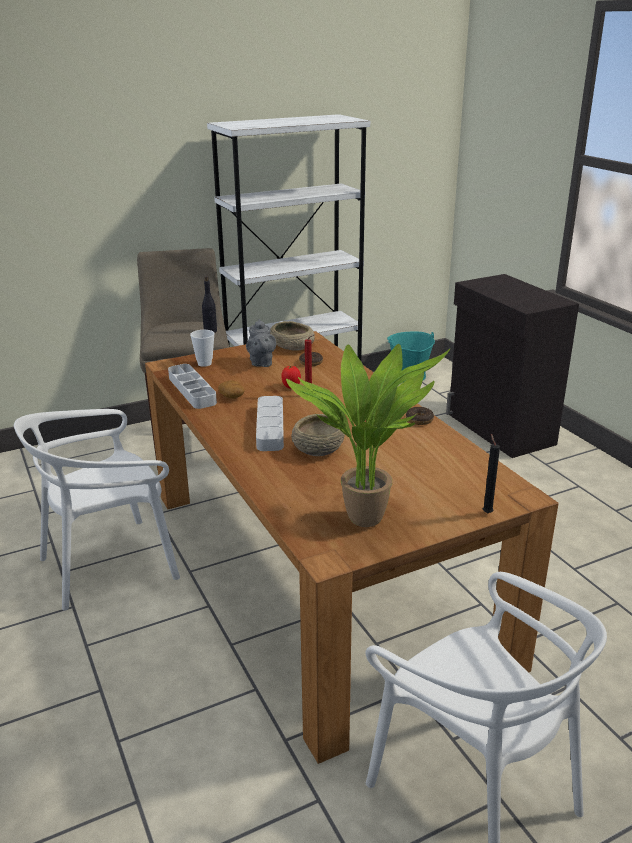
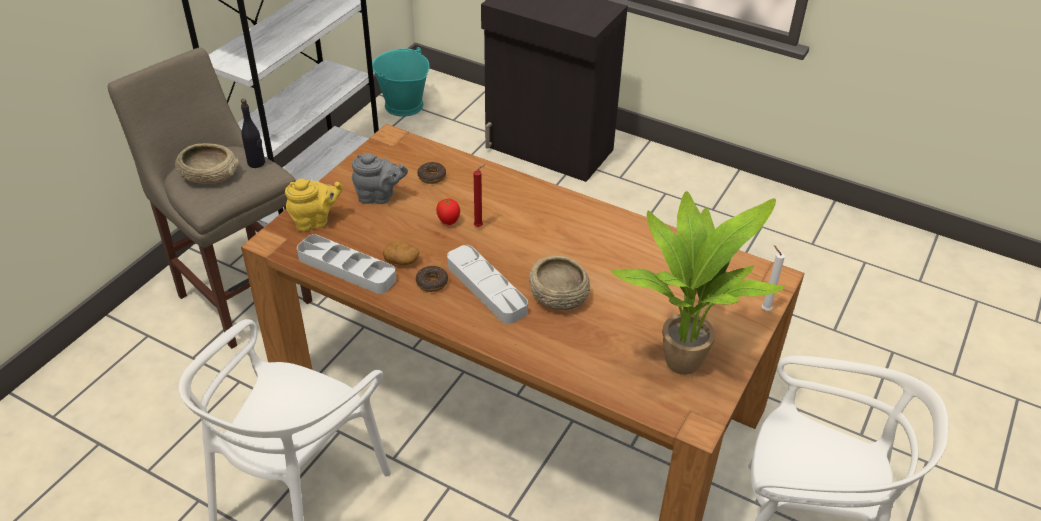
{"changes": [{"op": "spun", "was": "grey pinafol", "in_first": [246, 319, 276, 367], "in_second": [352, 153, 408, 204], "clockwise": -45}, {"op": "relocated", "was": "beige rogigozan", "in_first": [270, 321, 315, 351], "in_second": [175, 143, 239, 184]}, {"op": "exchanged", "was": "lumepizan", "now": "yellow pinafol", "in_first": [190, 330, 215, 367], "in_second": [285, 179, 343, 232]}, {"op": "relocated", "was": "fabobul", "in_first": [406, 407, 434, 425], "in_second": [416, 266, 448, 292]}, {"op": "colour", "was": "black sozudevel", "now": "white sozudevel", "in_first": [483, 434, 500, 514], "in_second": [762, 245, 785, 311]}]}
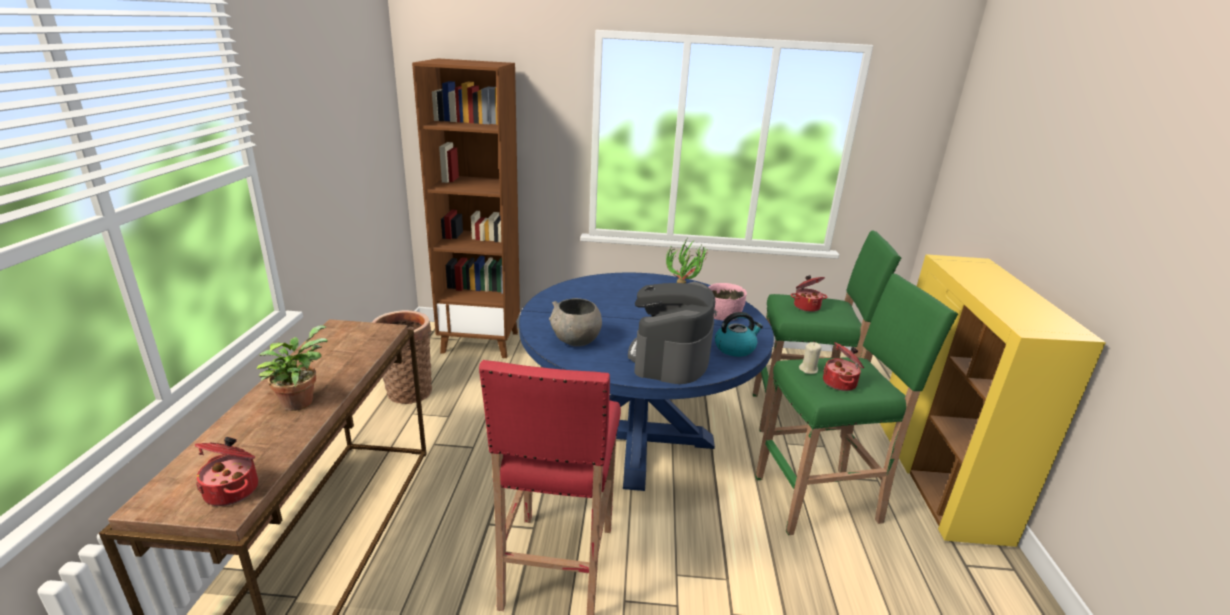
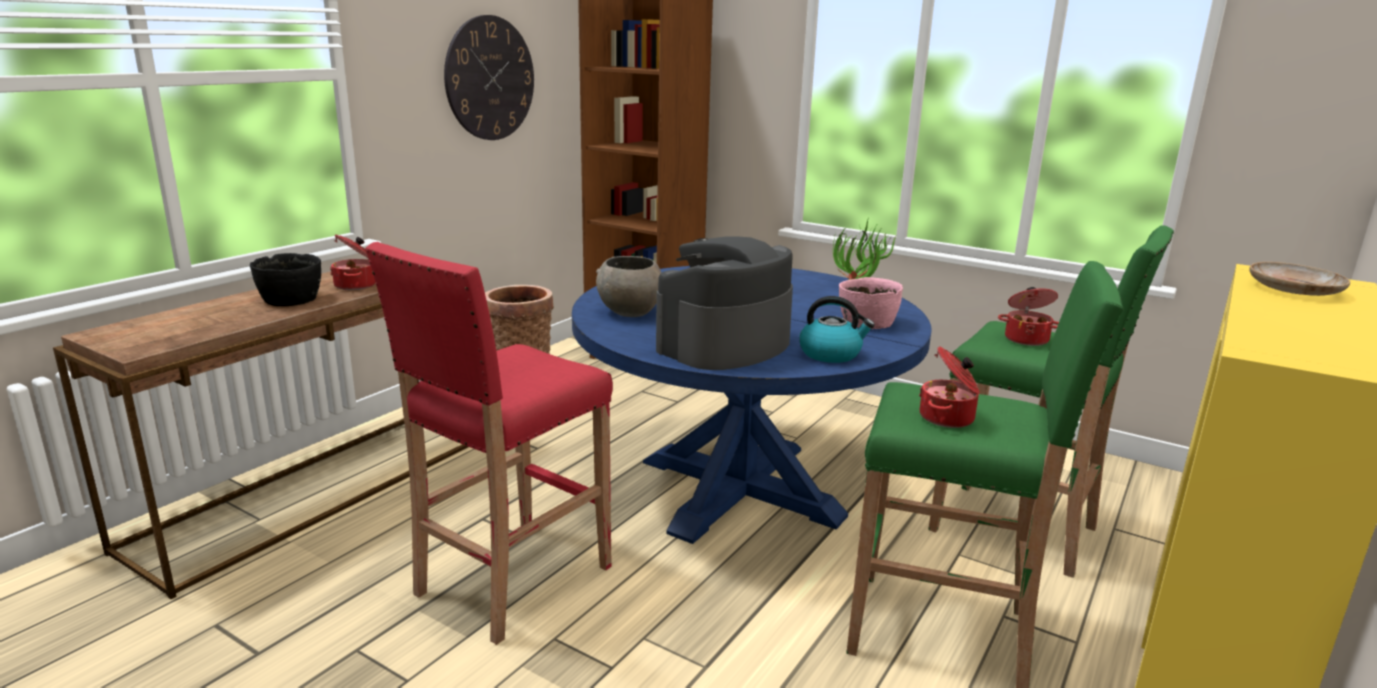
{"changes": [{"op": "exchanged", "was": "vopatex", "now": "black rogigozan", "in_first": [257, 325, 328, 411], "in_second": [250, 253, 321, 306]}, {"op": "missing", "was": "beige sozudevel", "in_first": [799, 342, 821, 374]}, {"op": "relocated", "was": "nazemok", "in_first": [195, 437, 258, 506], "in_second": [330, 234, 376, 290]}, {"op": "appeared", "now": "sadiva", "in_second": [444, 15, 534, 140]}, {"op": "appeared", "now": "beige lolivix", "in_second": [1249, 262, 1350, 296]}]}
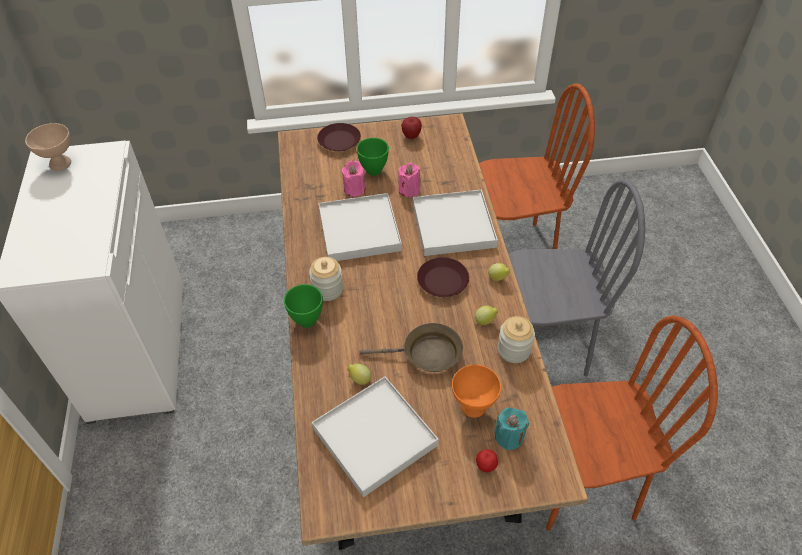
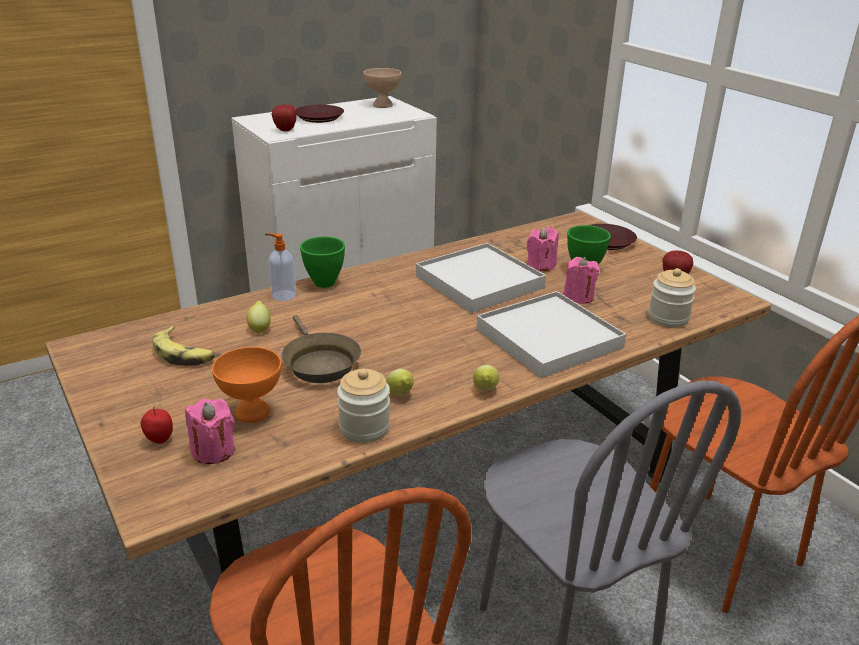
{"changes": [{"op": "relocated", "was": "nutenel", "in_first": [309, 257, 343, 301], "in_second": [648, 268, 696, 328]}, {"op": "relocated", "was": "brown lolivix", "in_first": [417, 257, 469, 297], "in_second": [296, 105, 344, 123]}, {"op": "exchanged", "was": "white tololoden", "now": "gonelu", "in_first": [312, 376, 439, 497], "in_second": [152, 326, 215, 366]}, {"op": "colour", "was": "turquoise sozudevel", "now": "pink sozudevel", "in_first": [494, 408, 529, 450], "in_second": [185, 399, 235, 464]}, {"op": "appeared", "now": "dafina", "in_second": [272, 105, 297, 131]}, {"op": "appeared", "now": "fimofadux", "in_second": [265, 233, 296, 301]}]}
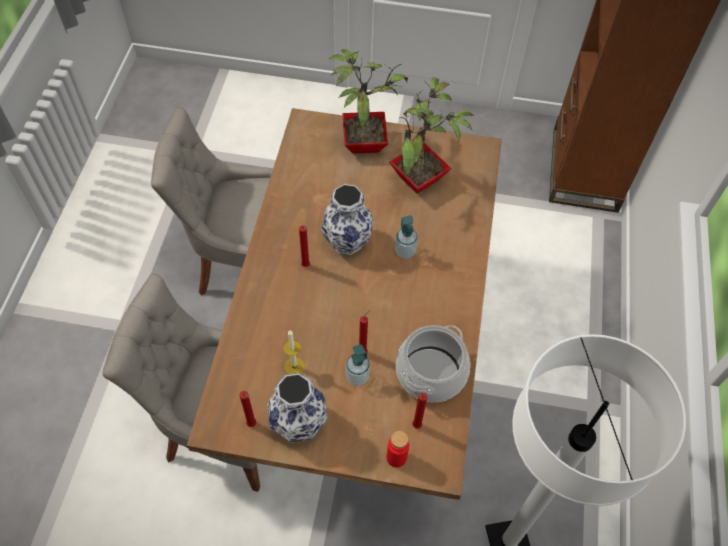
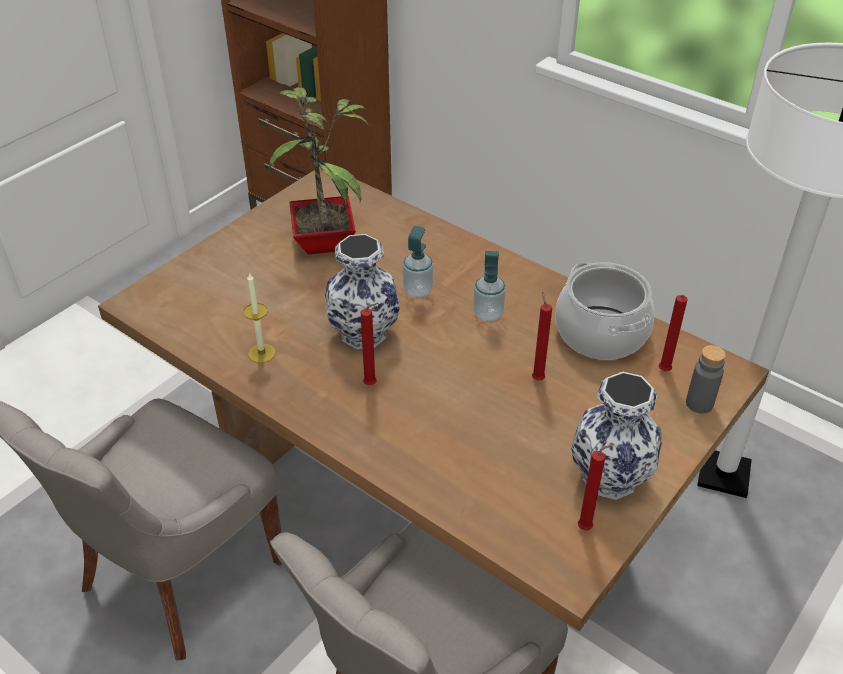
{"changes": [{"op": "missing", "was": "vopatex", "in_first": [329, 49, 408, 154]}, {"op": "relocated", "was": "sozudevel", "in_first": [283, 331, 305, 374], "in_second": [243, 272, 276, 363]}, {"op": "relocated", "was": "fimofadux", "in_first": [345, 345, 370, 386], "in_second": [473, 251, 506, 321]}, {"op": "colour", "was": "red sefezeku", "now": "grey sefezeku", "in_first": [387, 431, 409, 468], "in_second": [686, 345, 726, 413]}]}
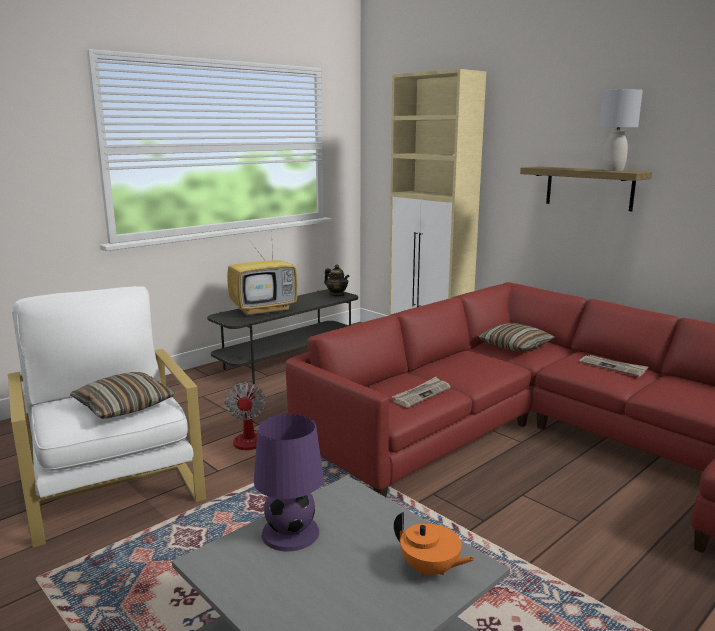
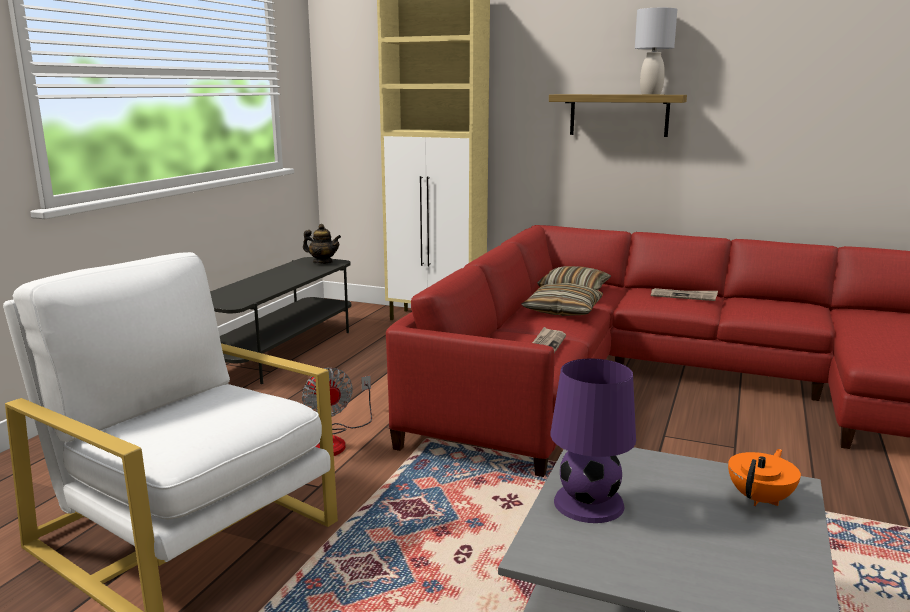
{"changes": [{"op": "missing", "was": "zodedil", "in_first": [227, 227, 298, 317]}, {"op": "relocated", "was": "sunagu", "in_first": [70, 372, 175, 419], "in_second": [521, 283, 603, 316]}, {"op": "spun", "was": "orange pinafol", "in_first": [394, 512, 475, 578], "in_second": [728, 449, 801, 506], "clockwise": -60}]}
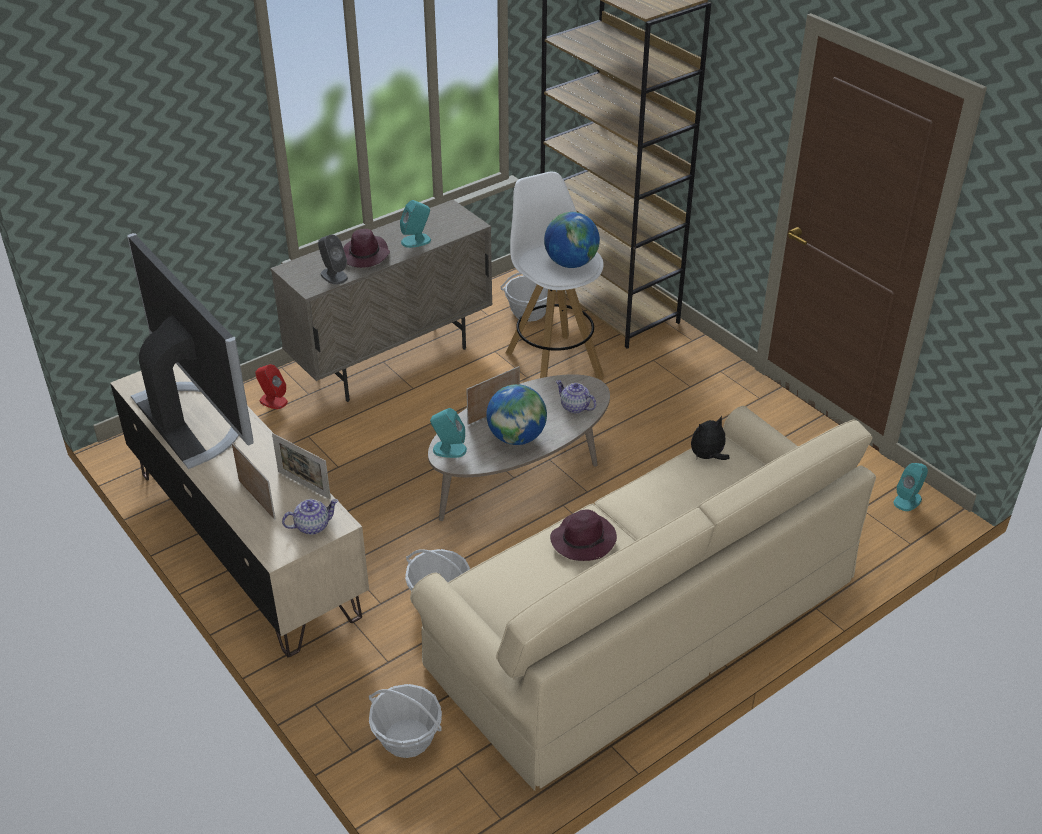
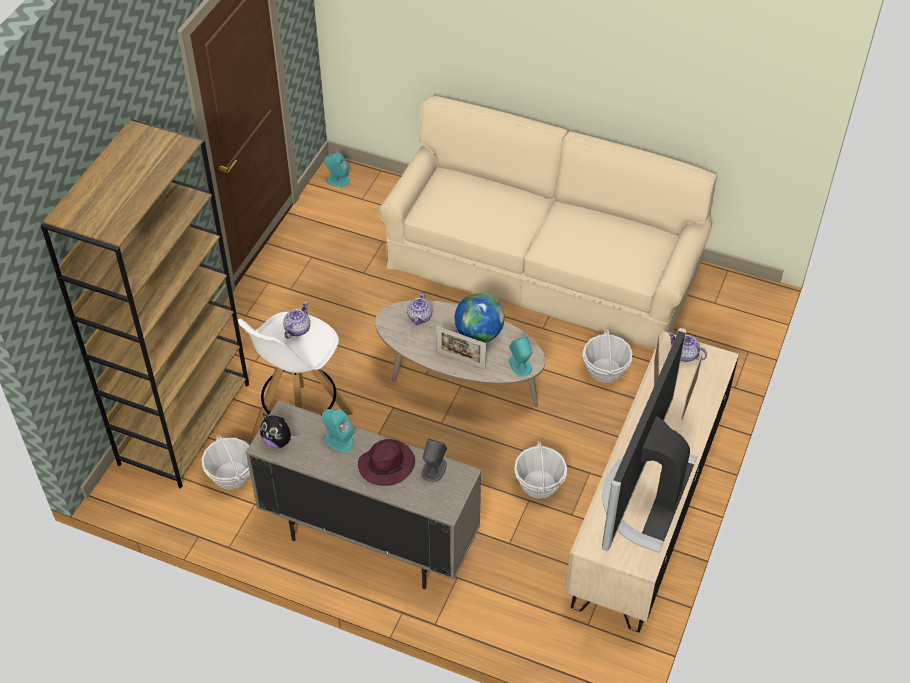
{"changes": [{"op": "exchanged", "was": "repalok", "now": "pinafol", "in_first": [544, 212, 600, 268], "in_second": [283, 302, 310, 339]}, {"op": "missing", "was": "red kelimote", "in_first": [255, 364, 288, 409]}, {"op": "relocated", "was": "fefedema", "in_first": [691, 416, 730, 460], "in_second": [260, 414, 297, 448]}, {"op": "missing", "was": "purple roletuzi", "in_first": [550, 509, 617, 561]}, {"op": "relocated", "was": "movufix", "in_first": [369, 684, 442, 758], "in_second": [514, 441, 567, 499]}]}
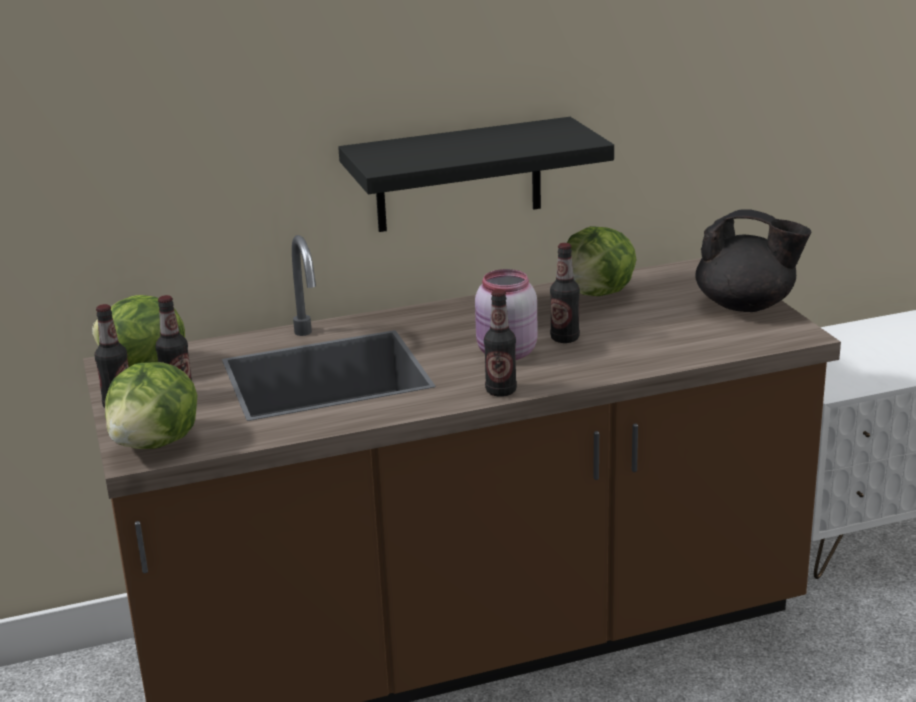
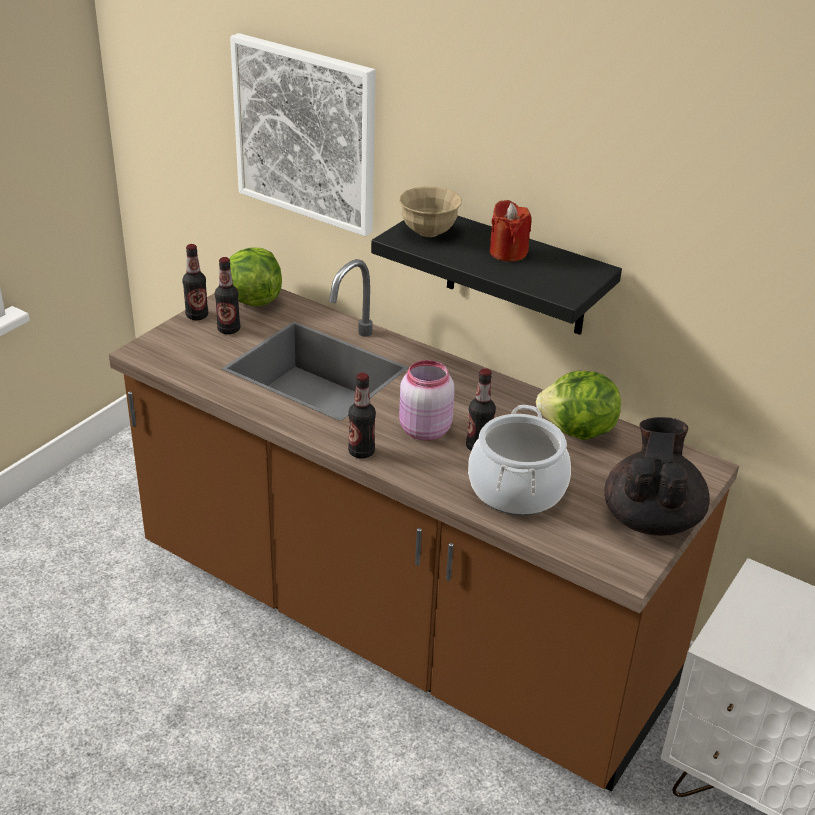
{"changes": [{"op": "spun", "was": "black pinafol", "in_first": [695, 209, 812, 312], "in_second": [604, 417, 710, 536], "clockwise": -150}, {"op": "missing", "was": "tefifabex", "in_first": [105, 362, 198, 449]}, {"op": "appeared", "now": "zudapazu", "in_second": [230, 33, 376, 236]}, {"op": "appeared", "now": "beige rogigozan", "in_second": [399, 186, 462, 237]}, {"op": "appeared", "now": "red sozudevel", "in_second": [490, 200, 532, 262]}, {"op": "appeared", "now": "nazemok", "in_second": [468, 405, 571, 515]}]}
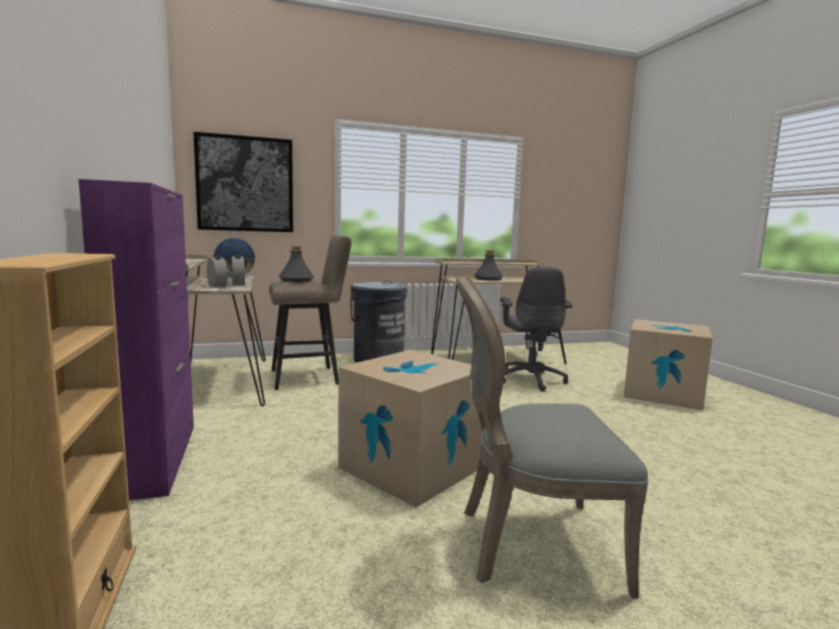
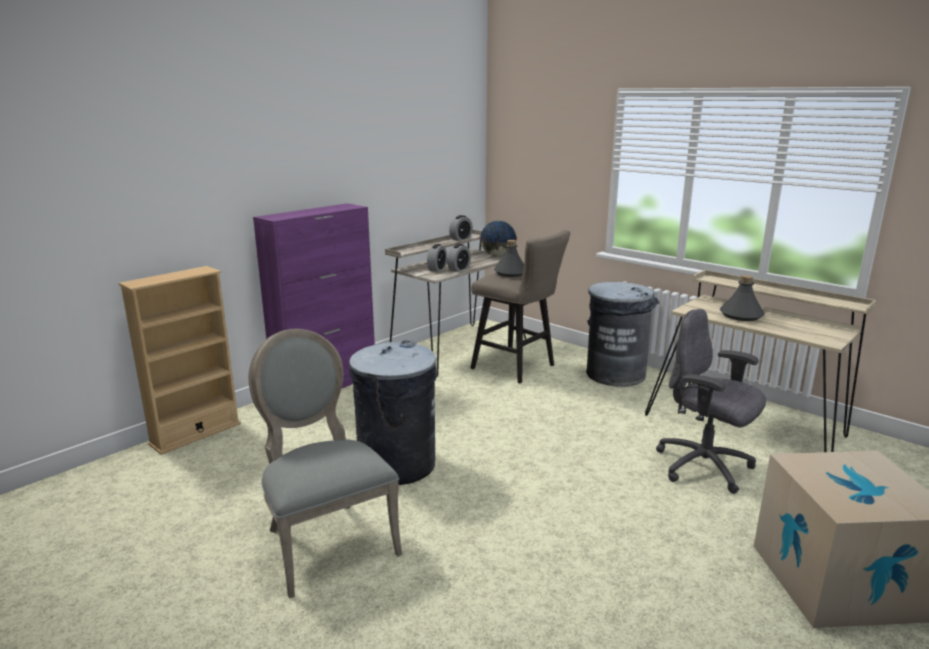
{"changes": [{"op": "missing", "was": "zudapazu", "in_first": [193, 132, 293, 232]}, {"op": "spun", "was": "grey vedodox", "in_first": [500, 267, 573, 392], "in_second": [656, 309, 766, 494], "clockwise": 75}, {"op": "exchanged", "was": "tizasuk", "now": "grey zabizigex", "in_first": [338, 350, 482, 508], "in_second": [349, 340, 436, 485]}, {"op": "appeared", "now": "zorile", "in_second": [449, 215, 473, 241]}]}
